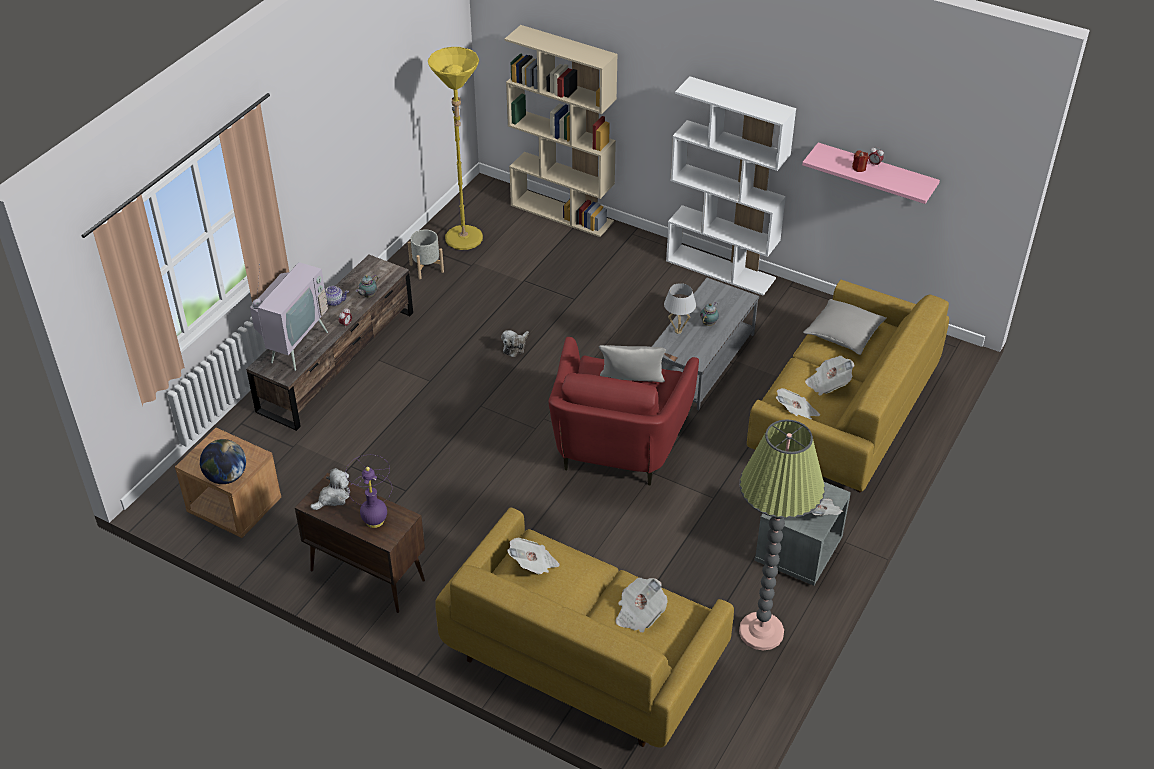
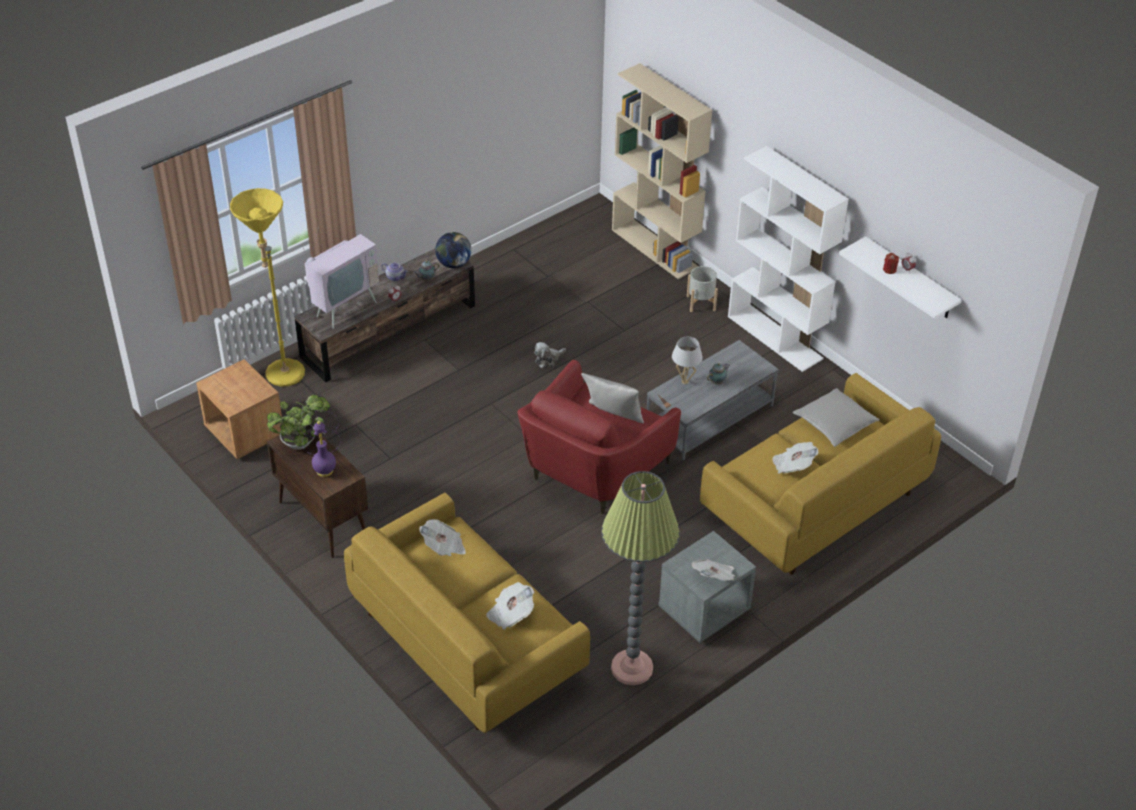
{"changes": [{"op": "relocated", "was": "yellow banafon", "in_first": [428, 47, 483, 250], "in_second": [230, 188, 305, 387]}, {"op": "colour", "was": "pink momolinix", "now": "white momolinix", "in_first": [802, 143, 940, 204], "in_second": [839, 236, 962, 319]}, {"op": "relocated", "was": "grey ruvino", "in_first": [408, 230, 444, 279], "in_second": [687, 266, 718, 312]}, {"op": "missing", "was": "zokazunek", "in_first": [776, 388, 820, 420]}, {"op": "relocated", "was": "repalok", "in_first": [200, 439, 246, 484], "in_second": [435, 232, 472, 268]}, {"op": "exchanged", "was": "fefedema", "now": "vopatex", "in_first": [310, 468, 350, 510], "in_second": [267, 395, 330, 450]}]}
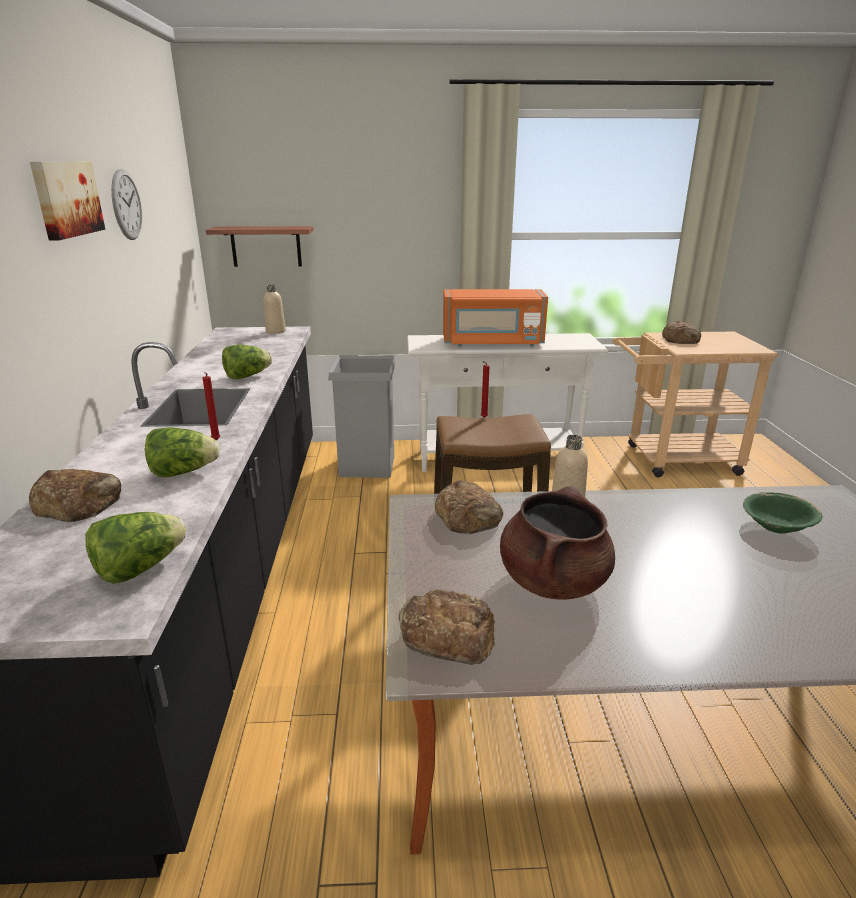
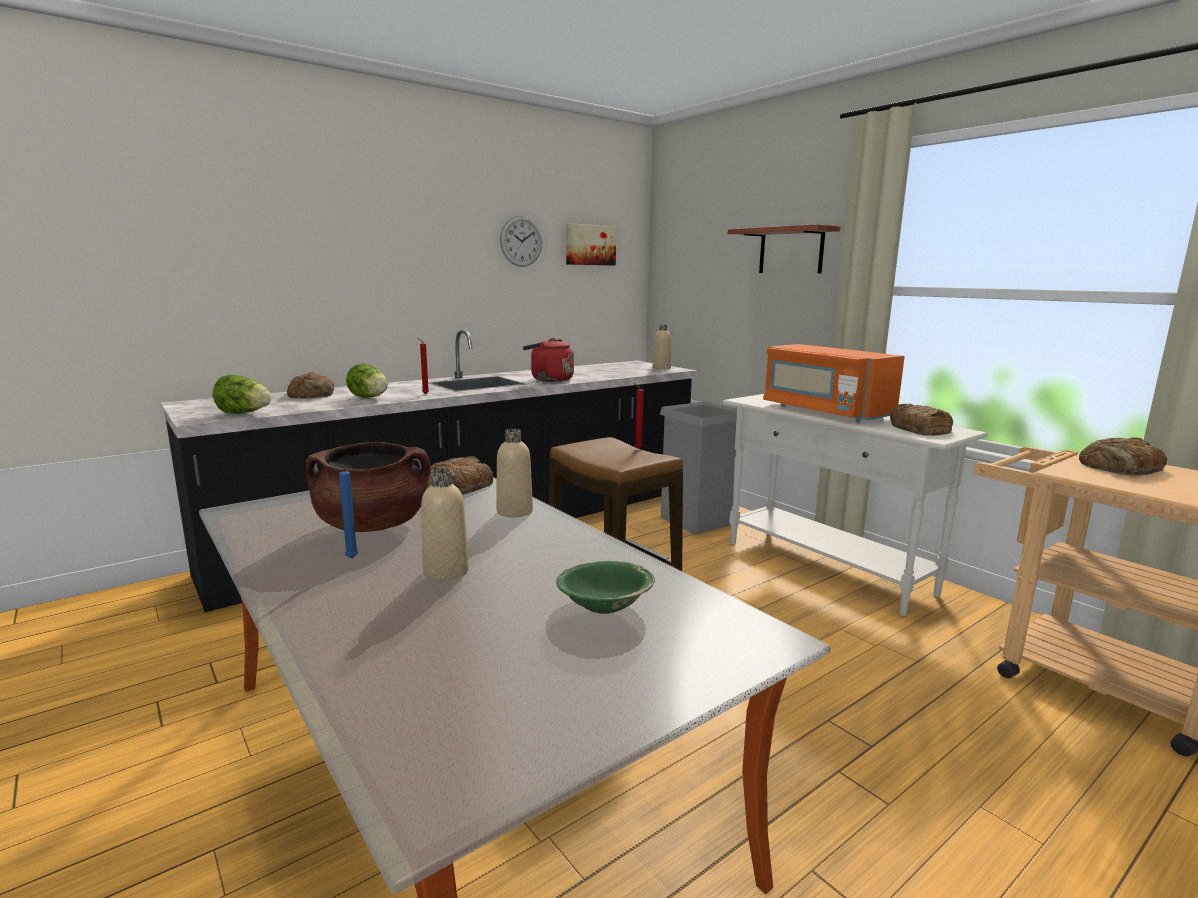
{"changes": [{"op": "relocated", "was": "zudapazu", "in_first": [30, 162, 105, 241], "in_second": [566, 223, 616, 266]}, {"op": "relocated", "was": "momolinix", "in_first": [206, 226, 314, 267], "in_second": [728, 224, 840, 273]}, {"op": "exchanged", "was": "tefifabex", "now": "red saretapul", "in_first": [222, 345, 272, 379], "in_second": [523, 338, 574, 382]}, {"op": "relocated", "was": "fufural", "in_first": [399, 589, 495, 665], "in_second": [890, 403, 953, 436]}, {"op": "appeared", "now": "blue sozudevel", "in_second": [339, 465, 358, 558]}, {"op": "appeared", "now": "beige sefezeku", "in_second": [421, 469, 469, 581]}]}
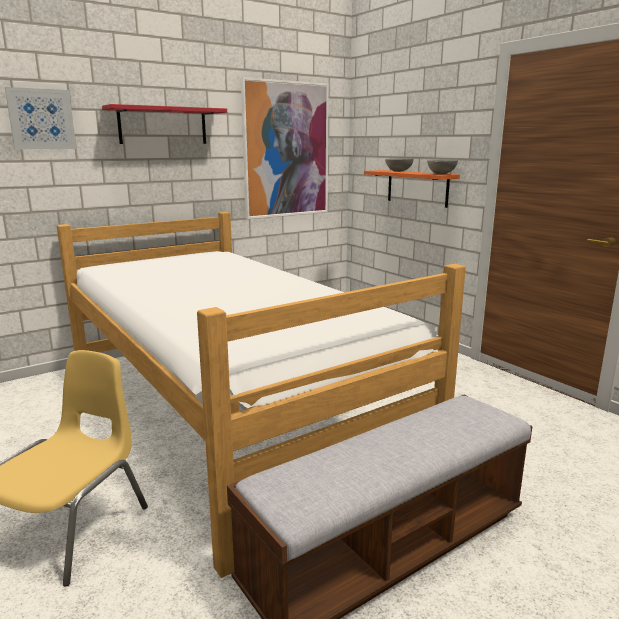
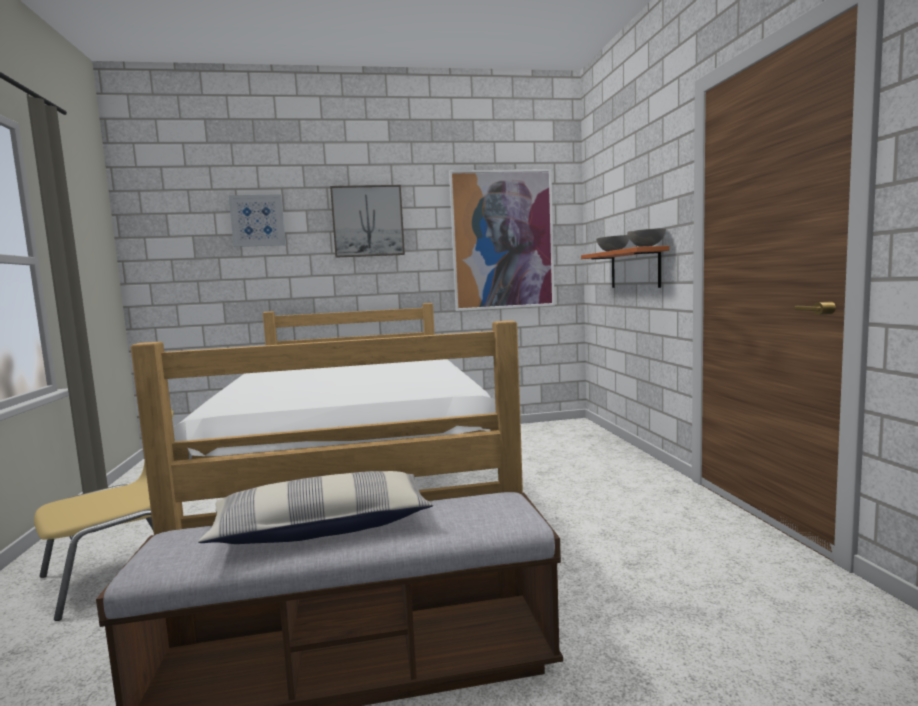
{"changes": [{"op": "exchanged", "was": "red momolinix", "now": "zudapazu", "in_first": [102, 104, 227, 144], "in_second": [330, 185, 405, 258]}, {"op": "appeared", "now": "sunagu", "in_second": [198, 471, 433, 544]}]}
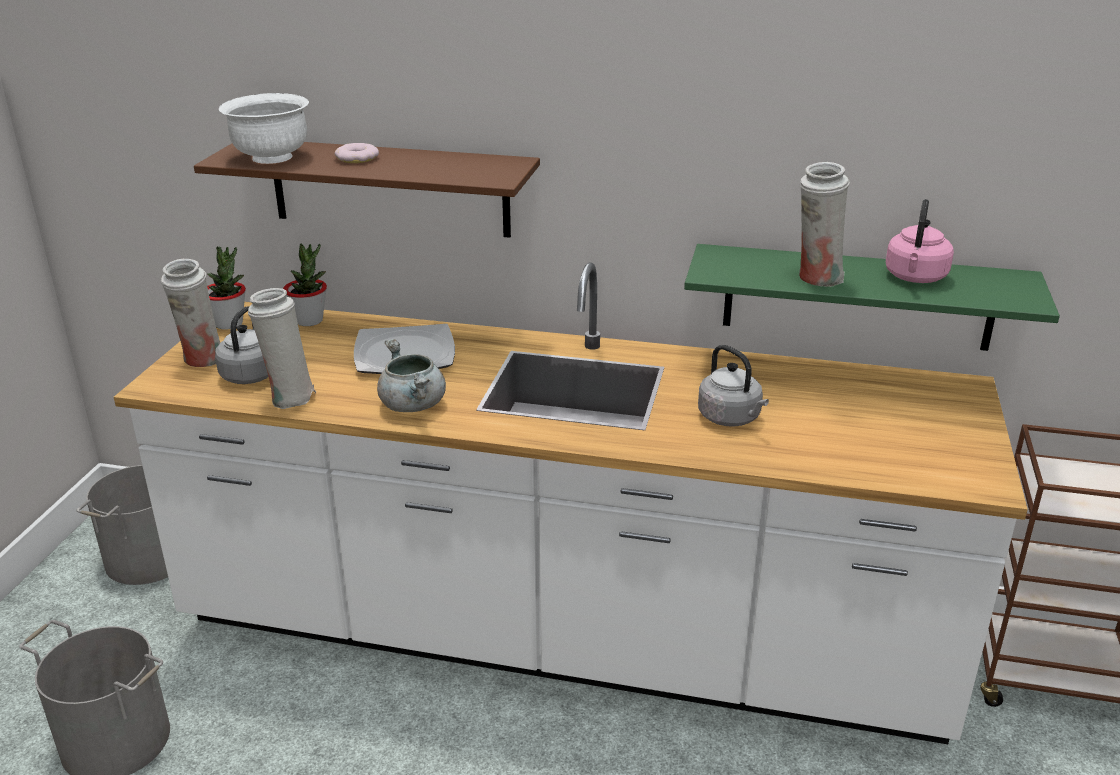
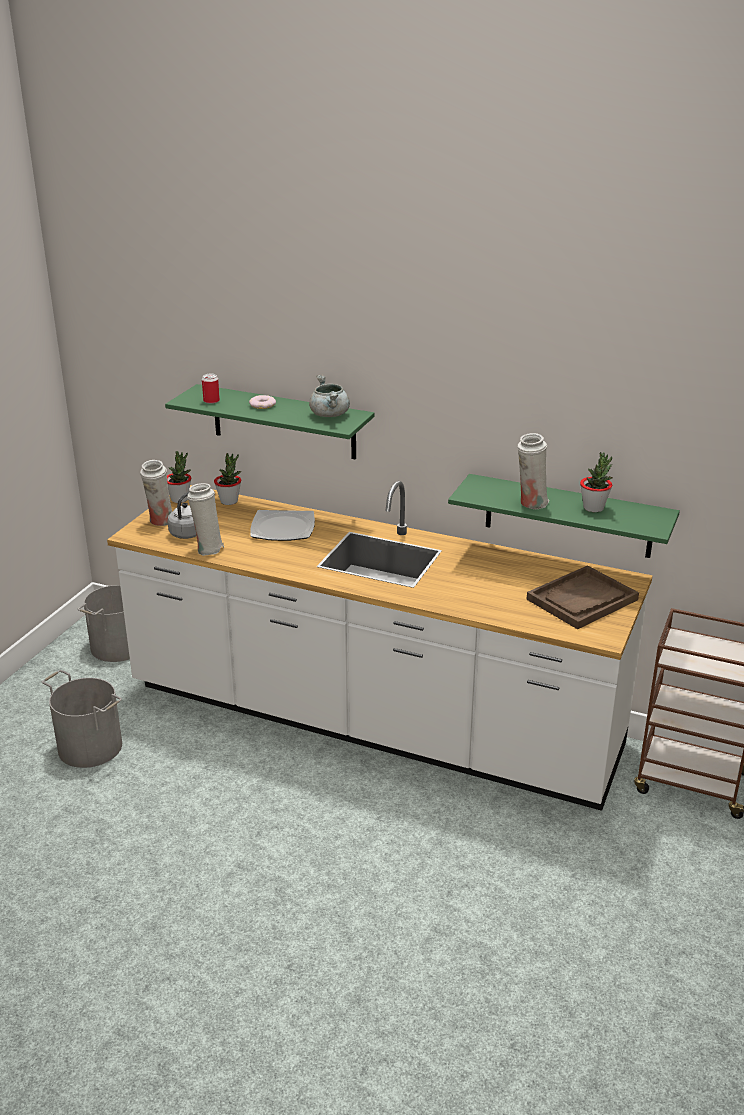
{"changes": [{"op": "exchanged", "was": "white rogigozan", "now": "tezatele", "in_first": [219, 93, 309, 164], "in_second": [202, 374, 220, 404]}, {"op": "colour", "was": "brown momolinix", "now": "green momolinix", "in_first": [194, 142, 540, 238], "in_second": [165, 384, 374, 460]}, {"op": "exchanged", "was": "pink saretapul", "now": "vopatex", "in_first": [886, 199, 954, 283], "in_second": [580, 452, 613, 512]}, {"op": "relocated", "was": "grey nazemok", "in_first": [377, 339, 446, 412], "in_second": [309, 375, 350, 417]}, {"op": "missing", "was": "grey saretapul", "in_first": [698, 345, 769, 427]}, {"op": "appeared", "now": "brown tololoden", "in_second": [526, 565, 639, 629]}]}
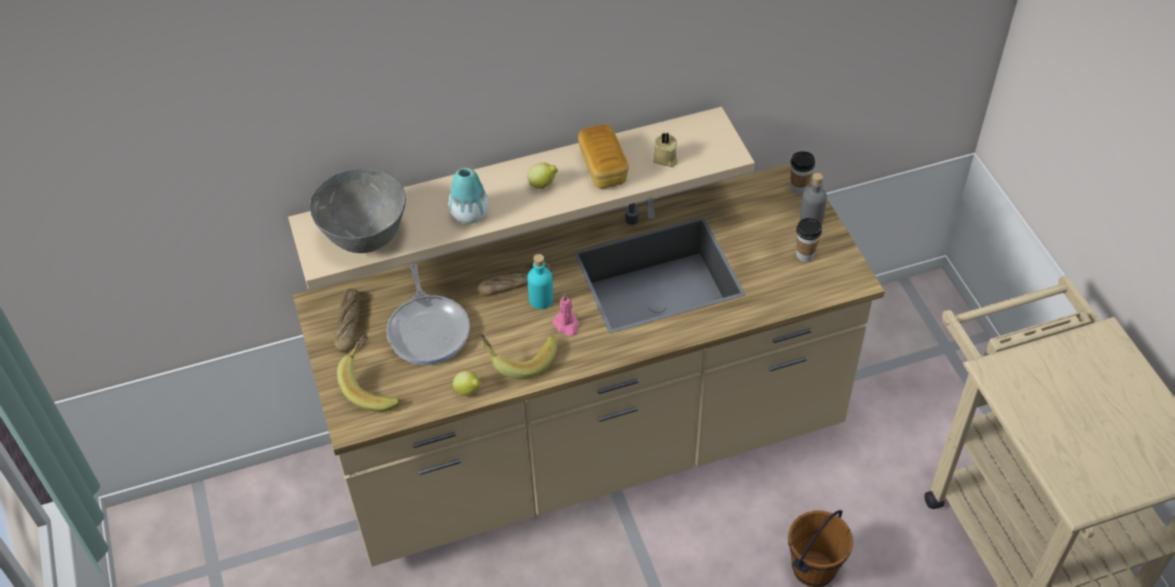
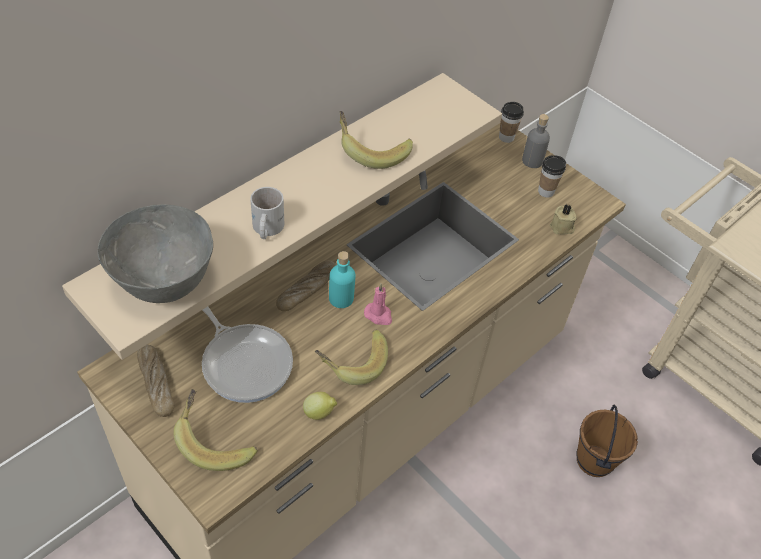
{"changes": [{"op": "exchanged", "was": "fufural", "now": "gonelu", "in_first": [578, 125, 629, 189], "in_second": [340, 111, 413, 169]}, {"op": "relocated", "was": "beige sozudevel", "in_first": [653, 132, 678, 167], "in_second": [550, 204, 577, 235]}, {"op": "missing", "was": "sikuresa", "in_first": [527, 163, 558, 189]}, {"op": "exchanged", "was": "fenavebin", "now": "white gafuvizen", "in_first": [449, 168, 489, 224], "in_second": [250, 187, 284, 239]}]}
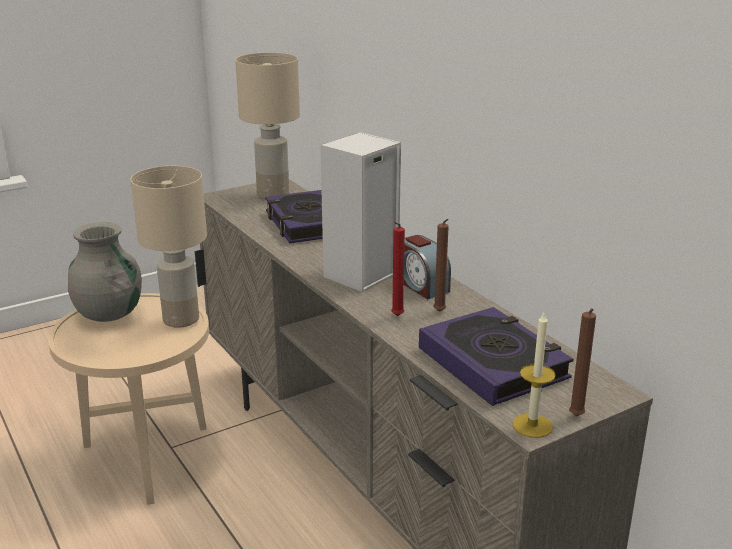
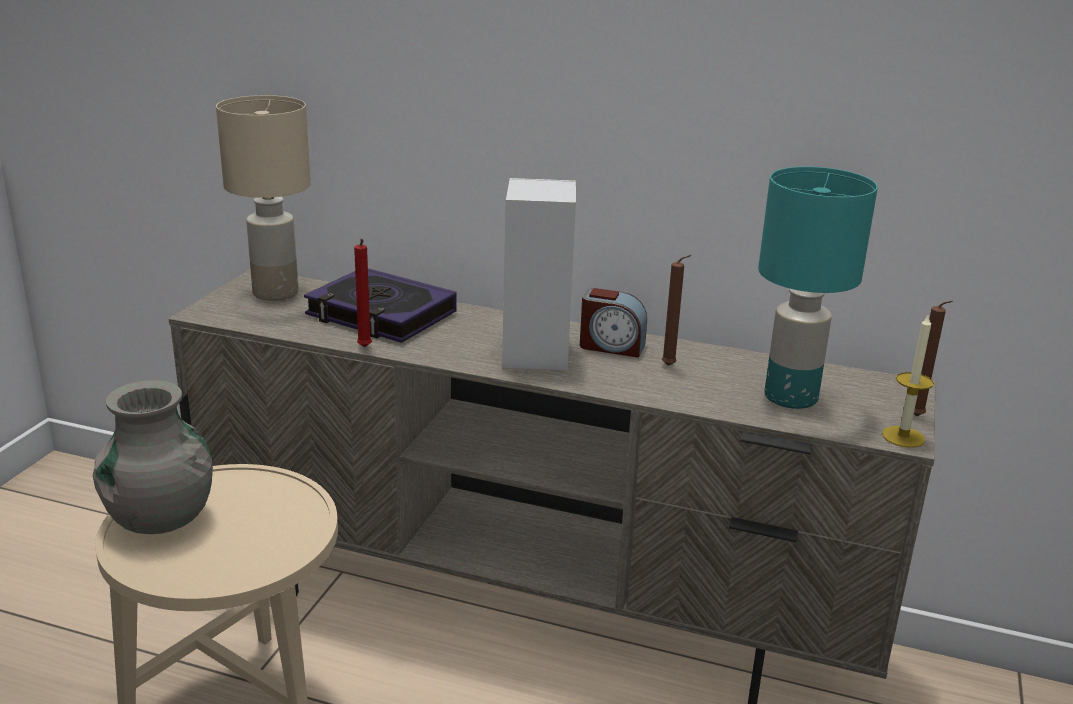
{"changes": [{"op": "missing", "was": "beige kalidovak", "in_first": [130, 166, 207, 328]}, {"op": "relocated", "was": "red sozudevel", "in_first": [391, 222, 405, 316], "in_second": [354, 239, 372, 347]}, {"op": "exchanged", "was": "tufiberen", "now": "turquoise kalidovak", "in_first": [419, 307, 574, 406], "in_second": [758, 167, 878, 409]}]}
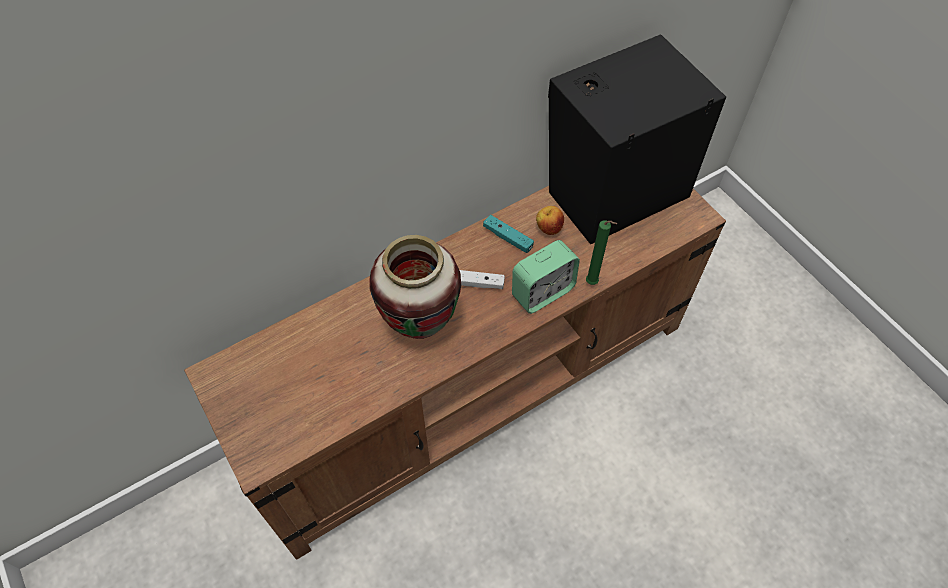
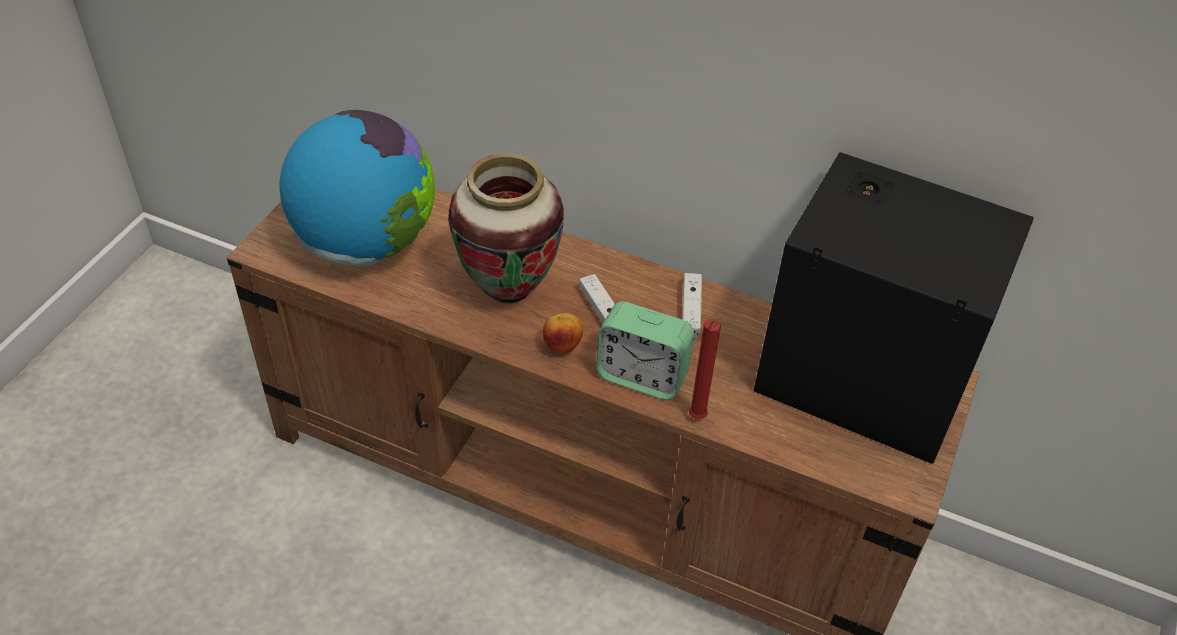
{"changes": [{"op": "relocated", "was": "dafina", "in_first": [536, 206, 564, 235], "in_second": [542, 313, 583, 353]}, {"op": "colour", "was": "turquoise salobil", "now": "white salobil", "in_first": [483, 215, 534, 253], "in_second": [682, 273, 702, 338]}, {"op": "colour", "was": "green sozudevel", "now": "red sozudevel", "in_first": [586, 220, 617, 285], "in_second": [689, 319, 721, 419]}, {"op": "appeared", "now": "repalok", "in_second": [280, 110, 435, 267]}]}
